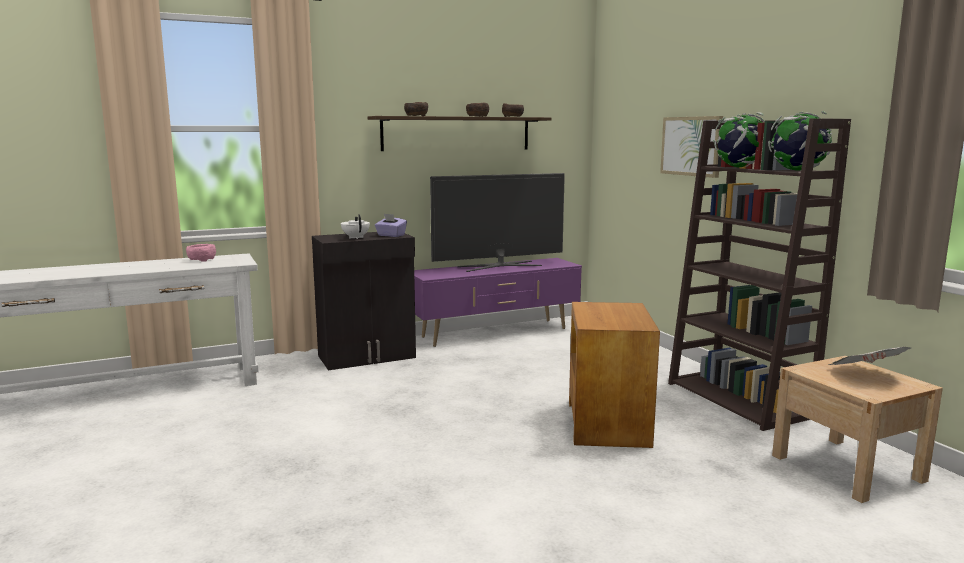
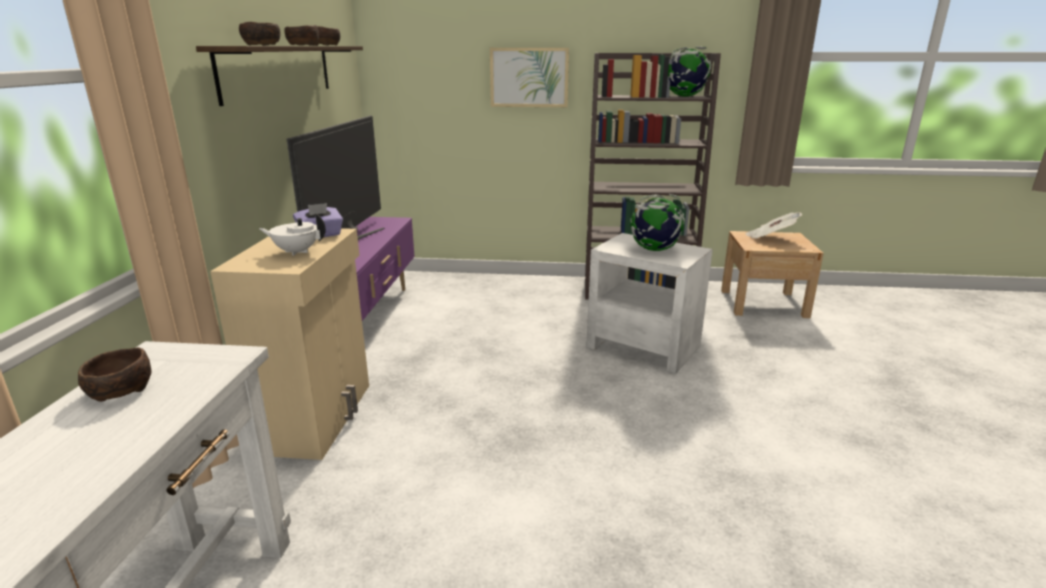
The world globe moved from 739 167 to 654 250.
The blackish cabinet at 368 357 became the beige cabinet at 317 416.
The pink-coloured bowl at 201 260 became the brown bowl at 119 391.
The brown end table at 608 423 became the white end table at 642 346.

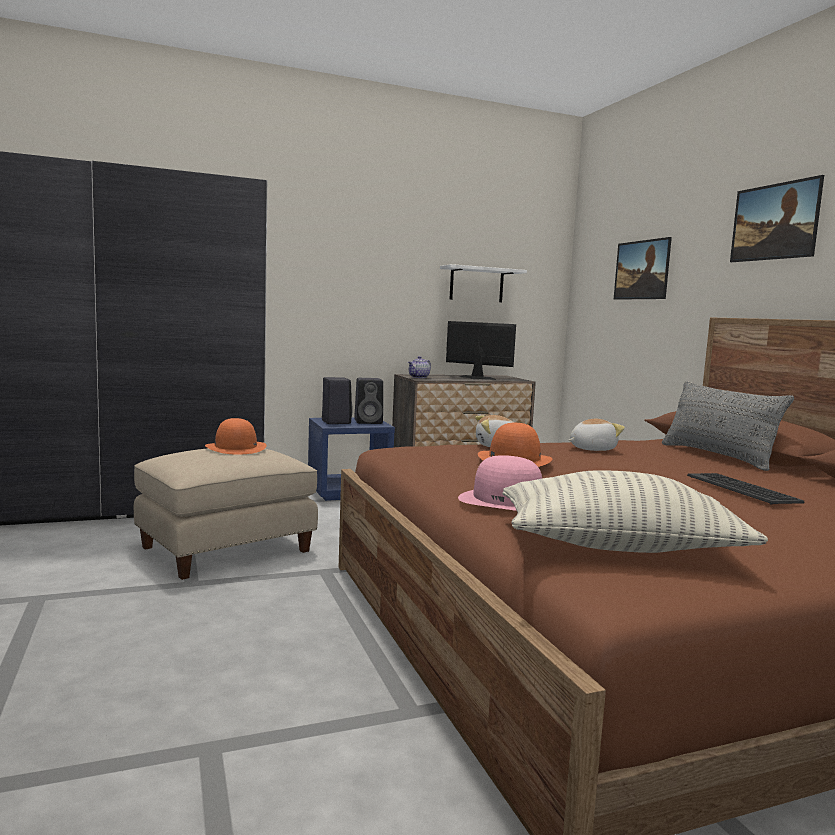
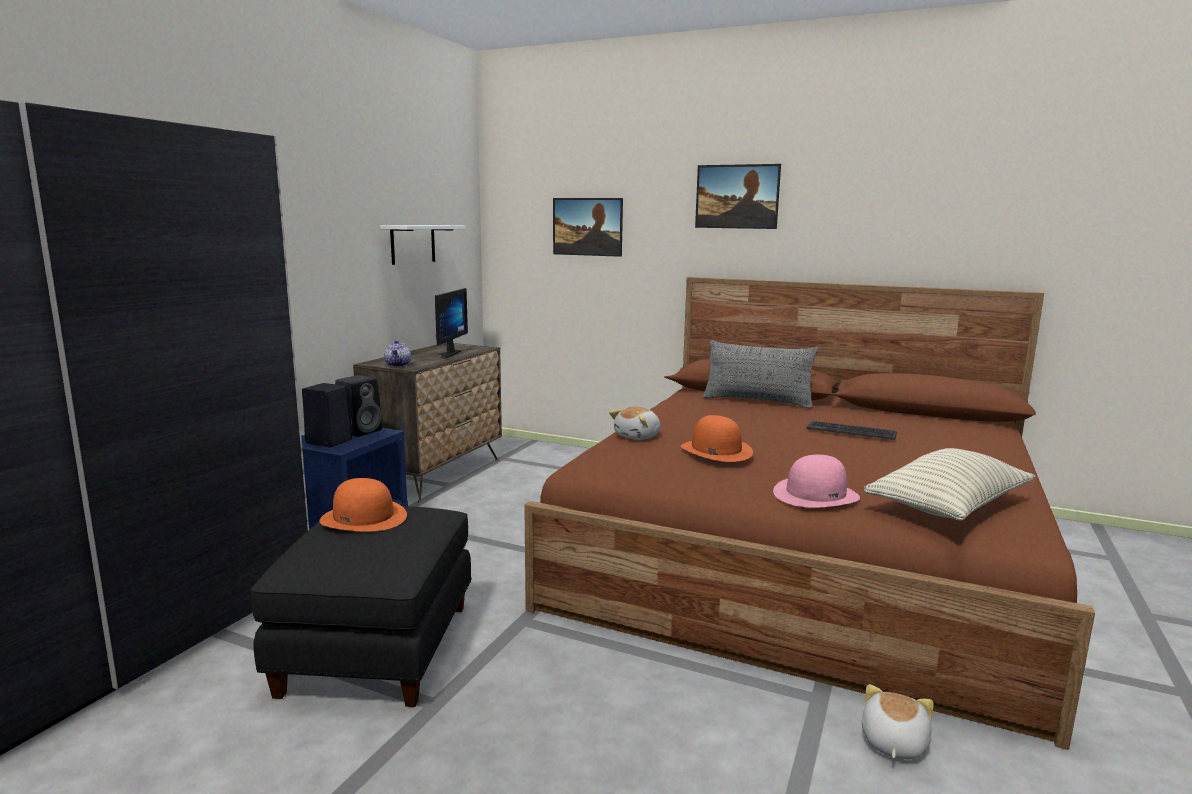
The computer screen at 475 378 turned 120 degrees clockwise.
The cuddly toy moved from 591 449 to 892 743.
The beige ottoman at 226 549 became the blackish ottoman at 376 647.

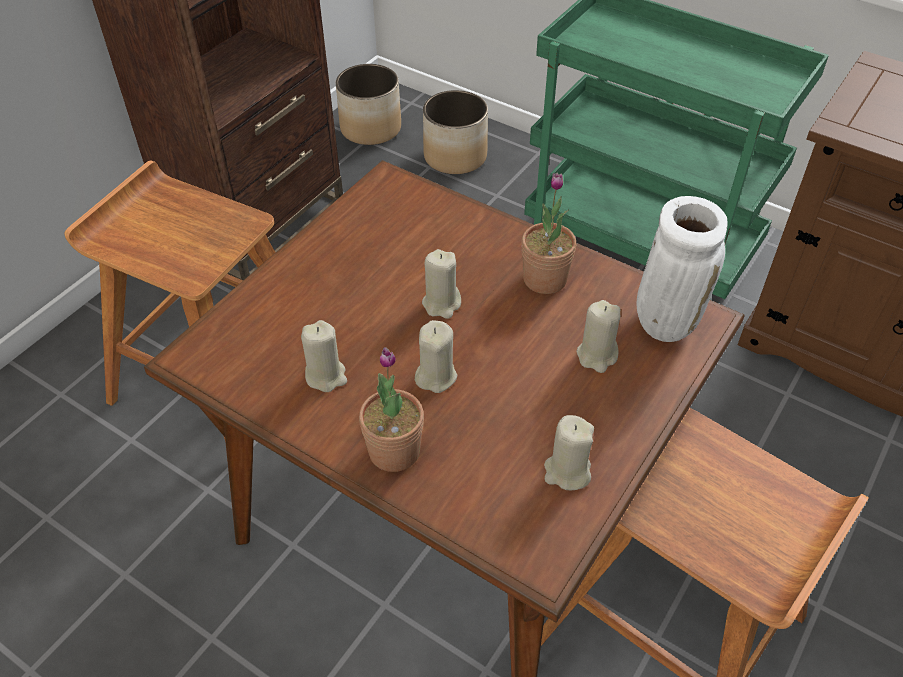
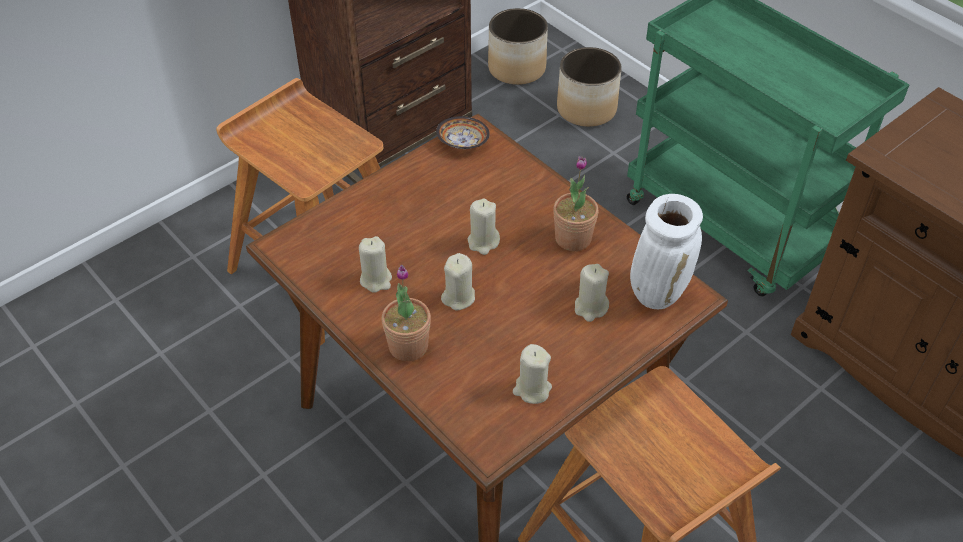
The bowl at 463 143 appeared.

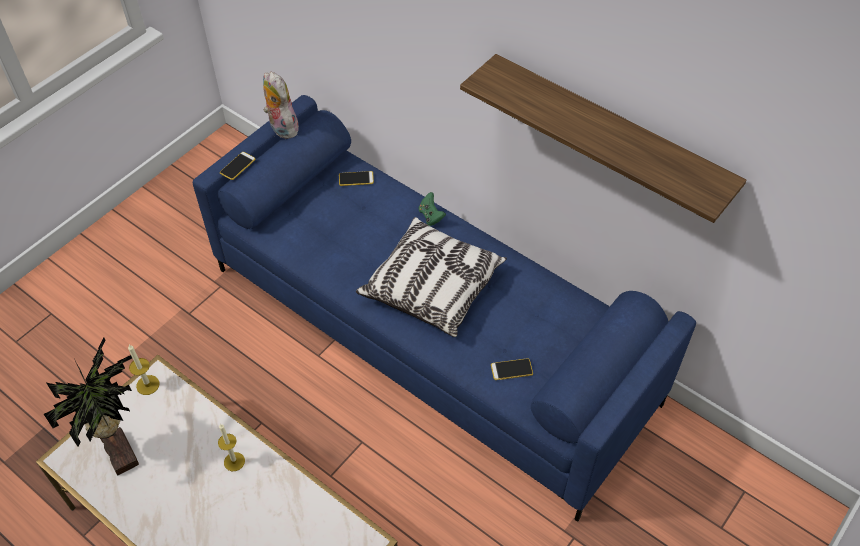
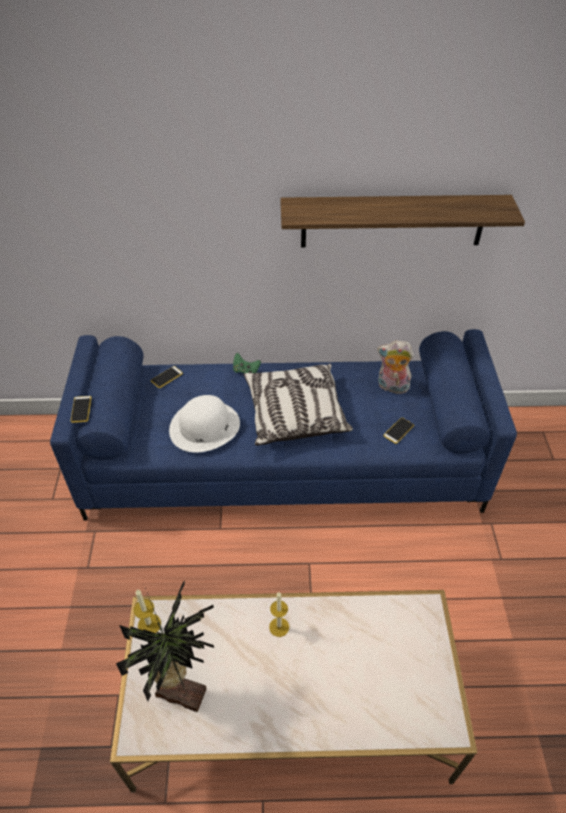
The cuddly toy moved from 281 128 to 391 387.
The white hat at 204 427 appeared.

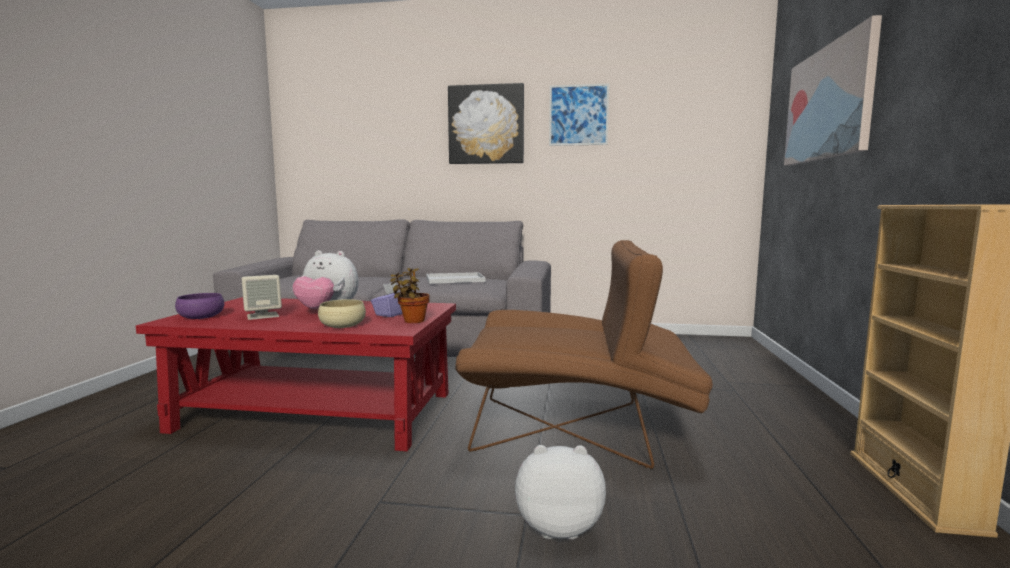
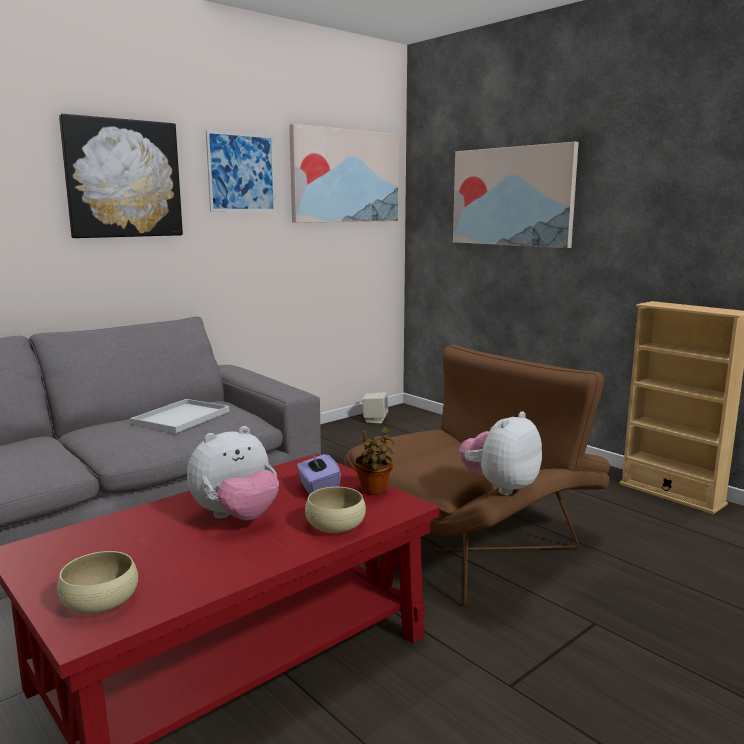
The beige audio speaker moved from 263 316 to 375 420.
The purple-coloured bowl at 201 316 became the beige bowl at 100 601.
The cuddly toy moved from 558 526 to 500 487.
The wall picture at 345 176 appeared.

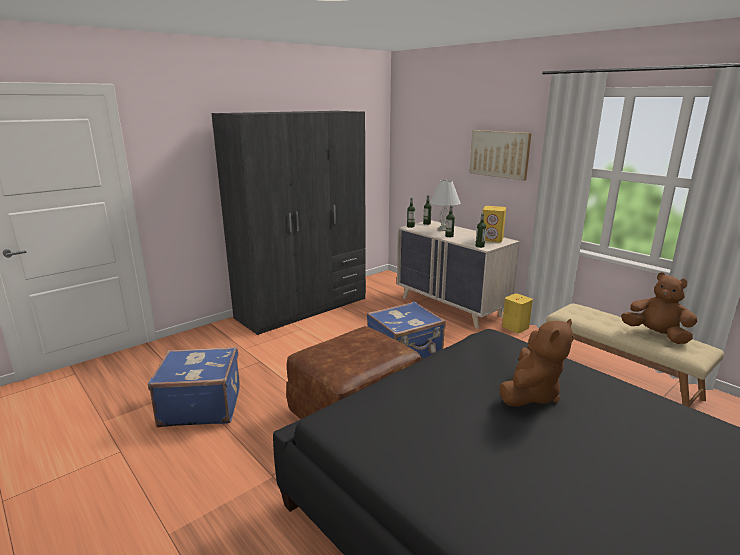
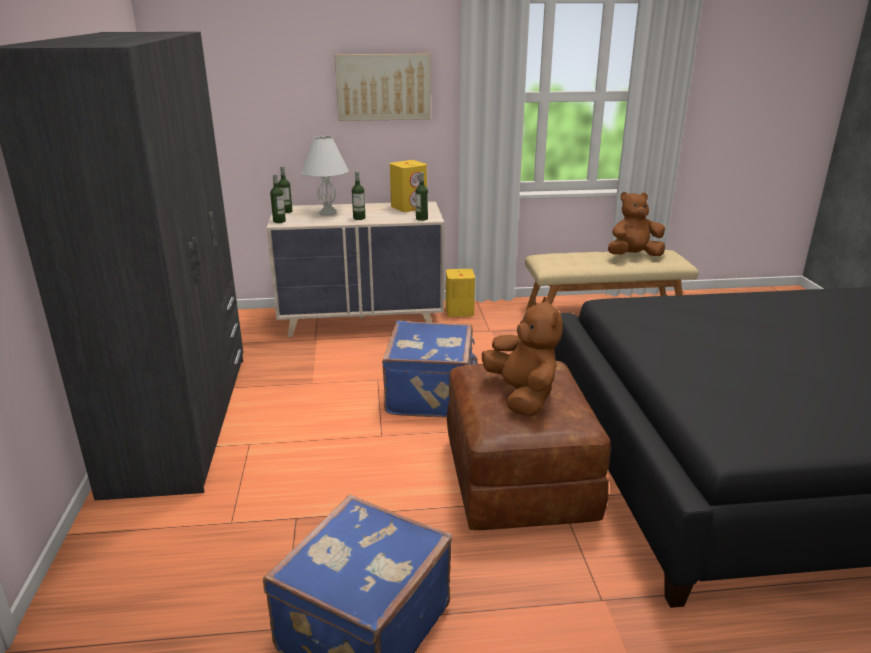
The brown cuddly toy moved from 531 394 to 522 396.

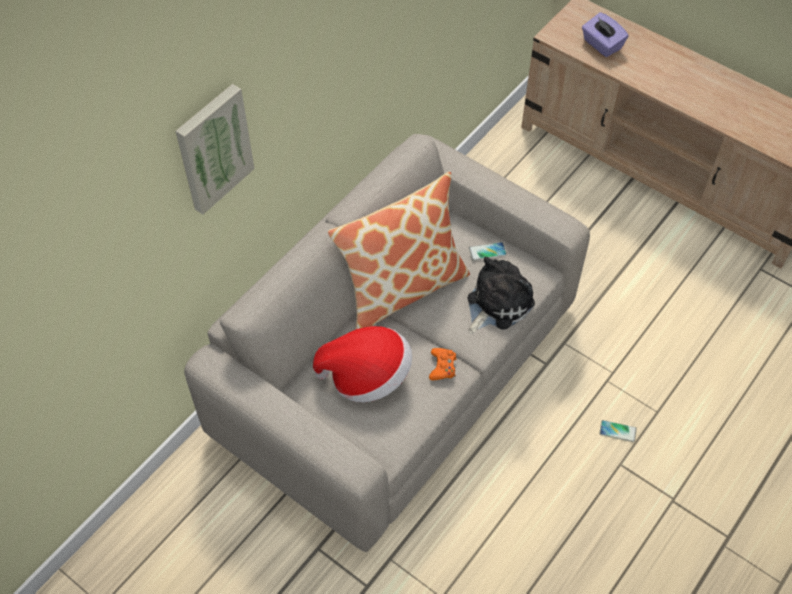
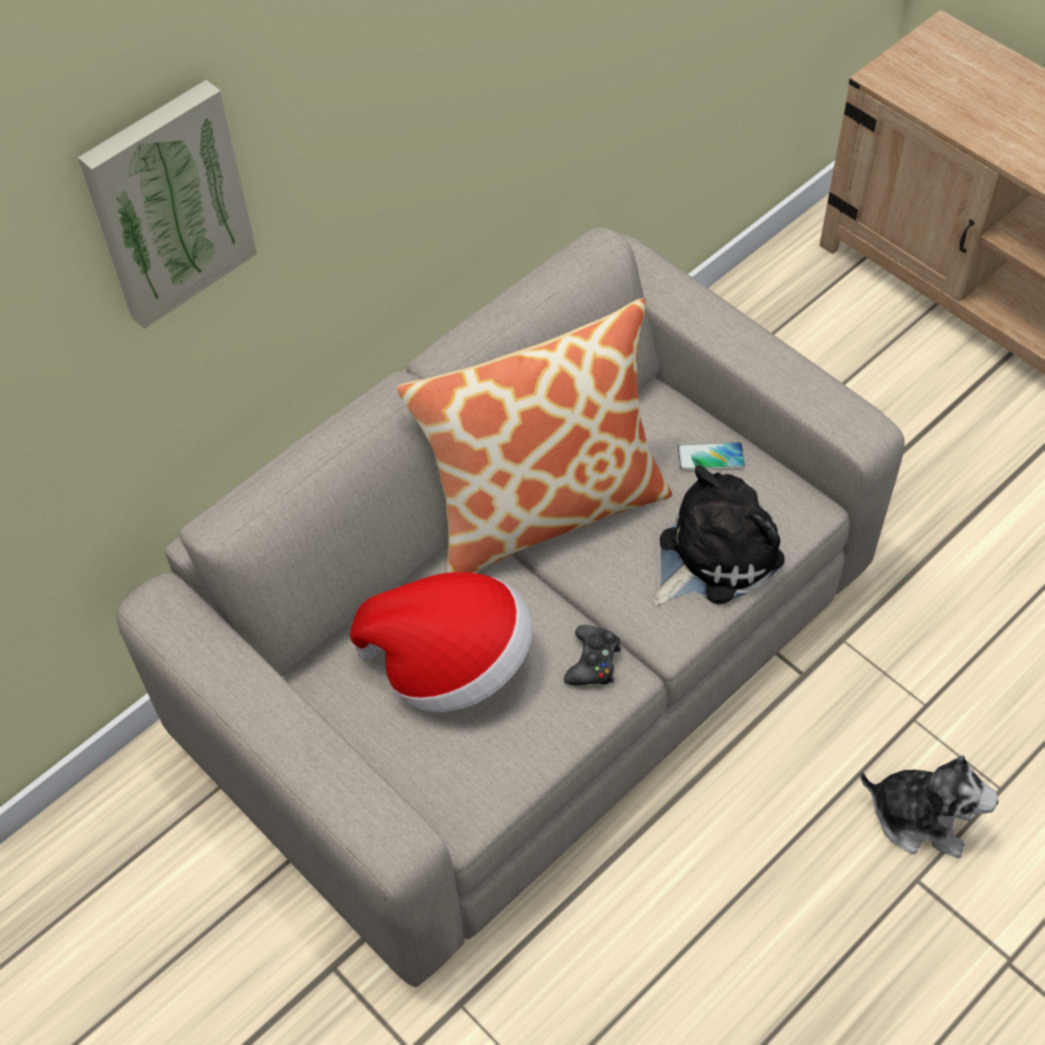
The purple-coloured box of tissues at 601 45 disappeared.
The orange-coloured gamepad at 442 367 became the blackish gamepad at 593 662.
The handset at 617 431 was replaced by the cuddly toy at 920 817.

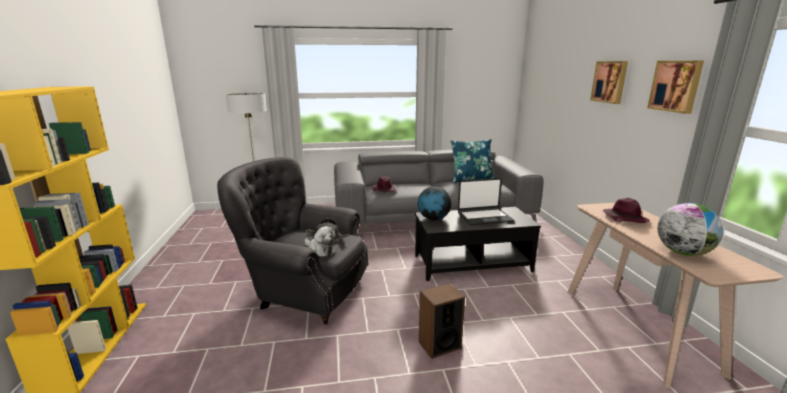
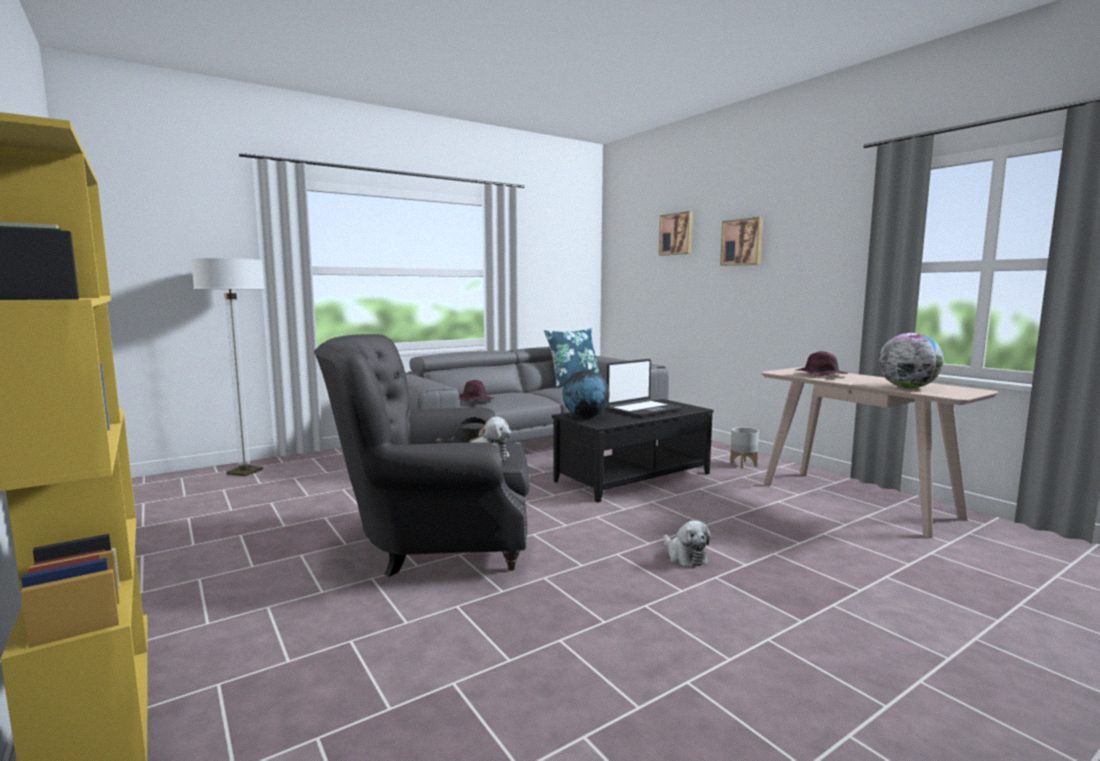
The wall picture moved from 676 86 to 677 234.
The audio speaker at 439 345 was replaced by the cuddly toy at 685 556.
The gray flower pot at 742 464 appeared.

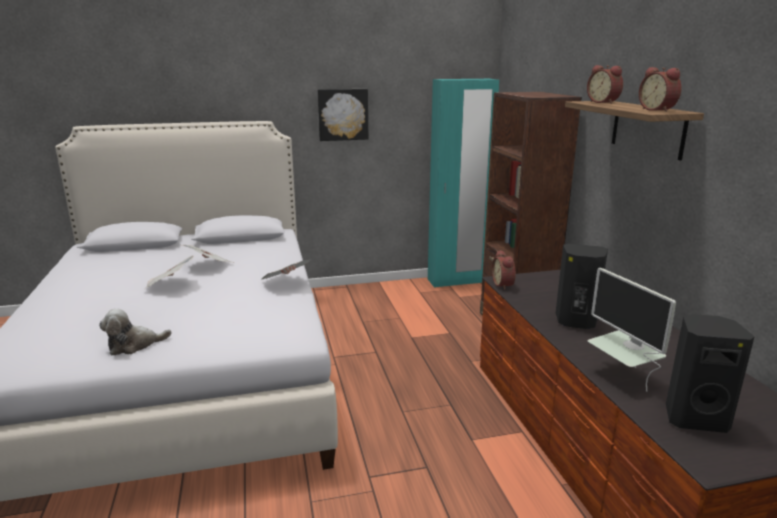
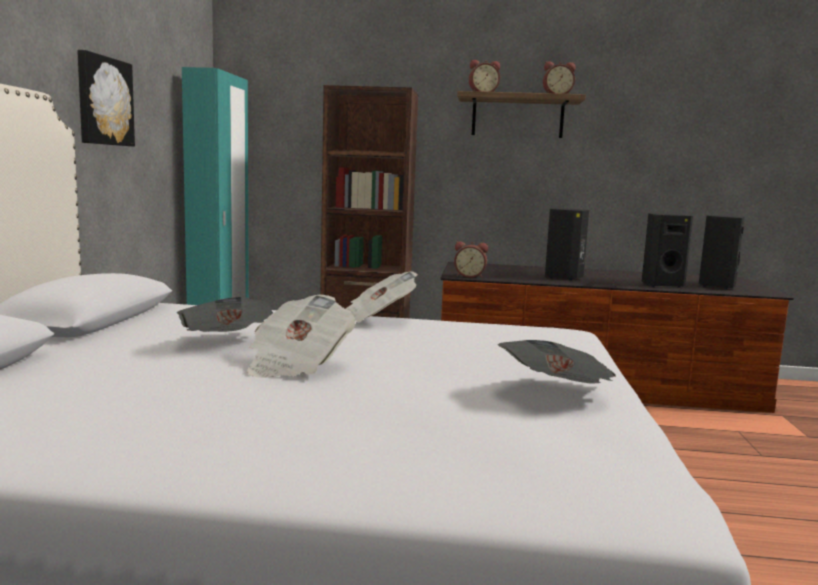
The computer screen at 623 376 was replaced by the blackish audio speaker at 661 285.
The cuddly toy at 134 345 was replaced by the newspaper at 557 394.

